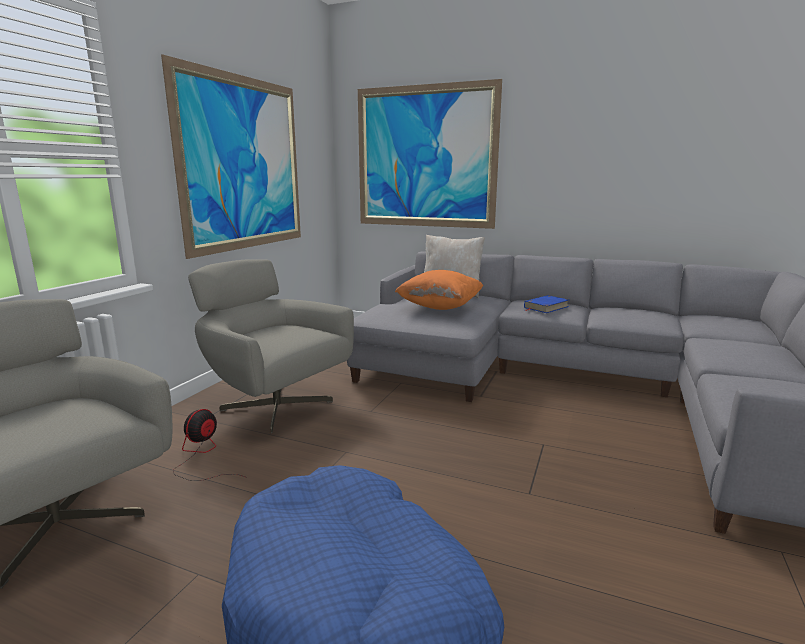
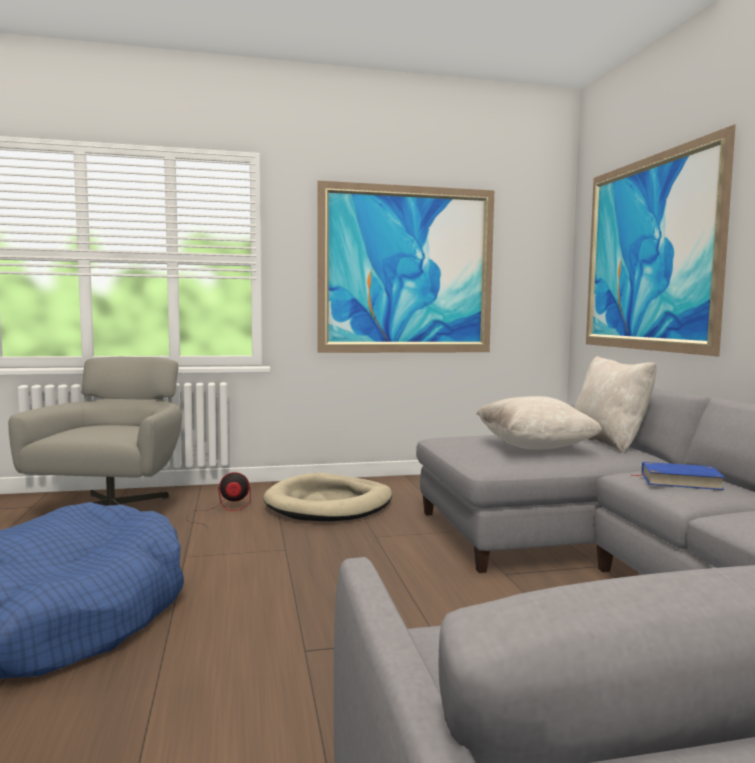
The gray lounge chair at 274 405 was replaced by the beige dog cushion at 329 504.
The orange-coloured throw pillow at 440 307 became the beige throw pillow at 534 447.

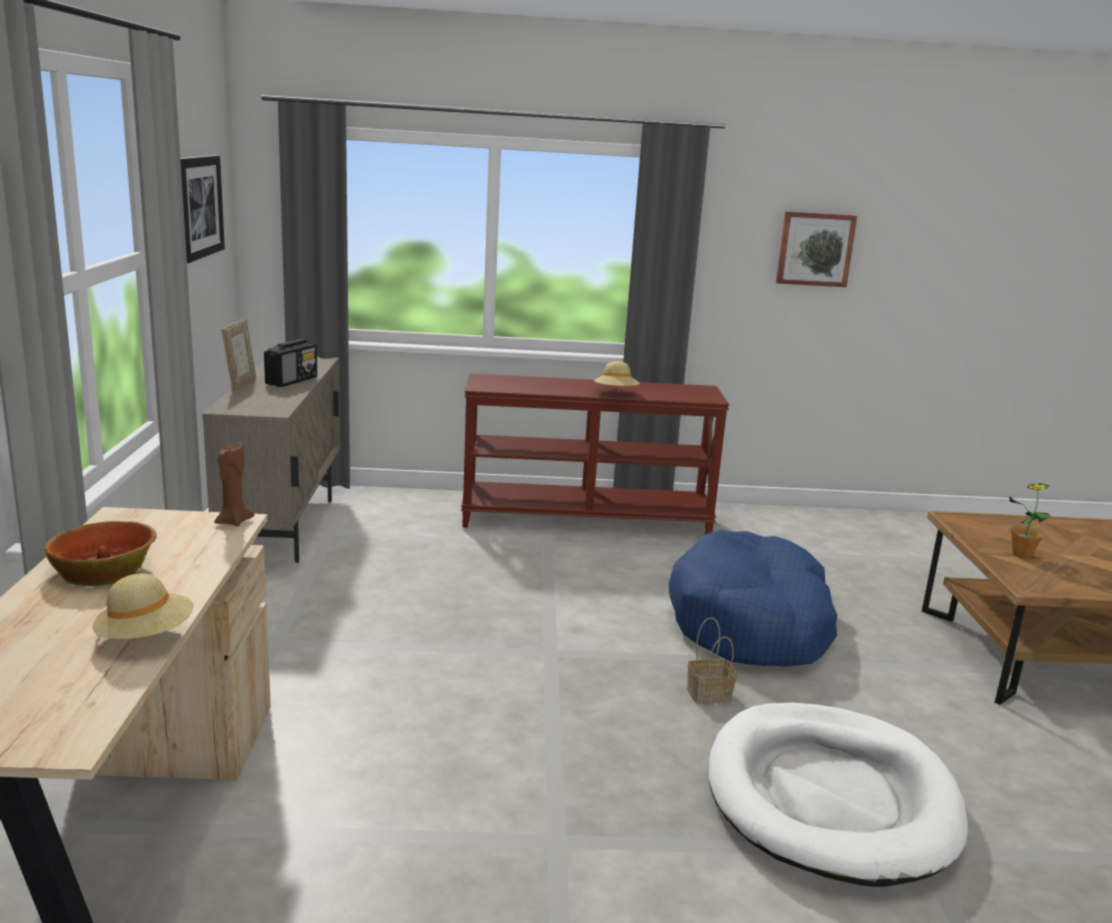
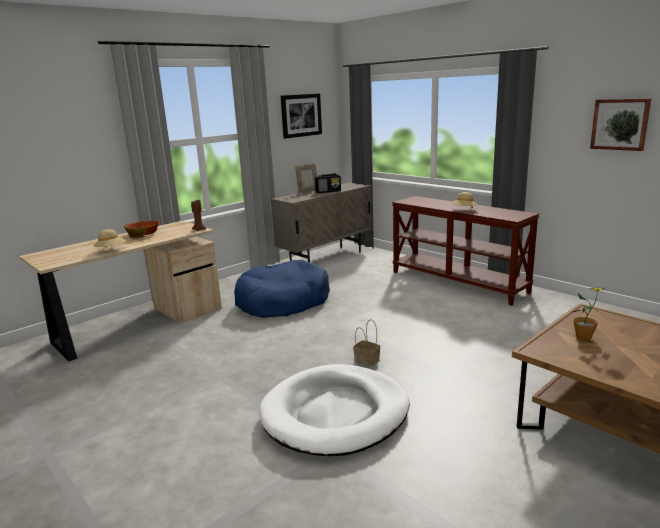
The blue-coloured dog cushion moved from 751 623 to 282 301.

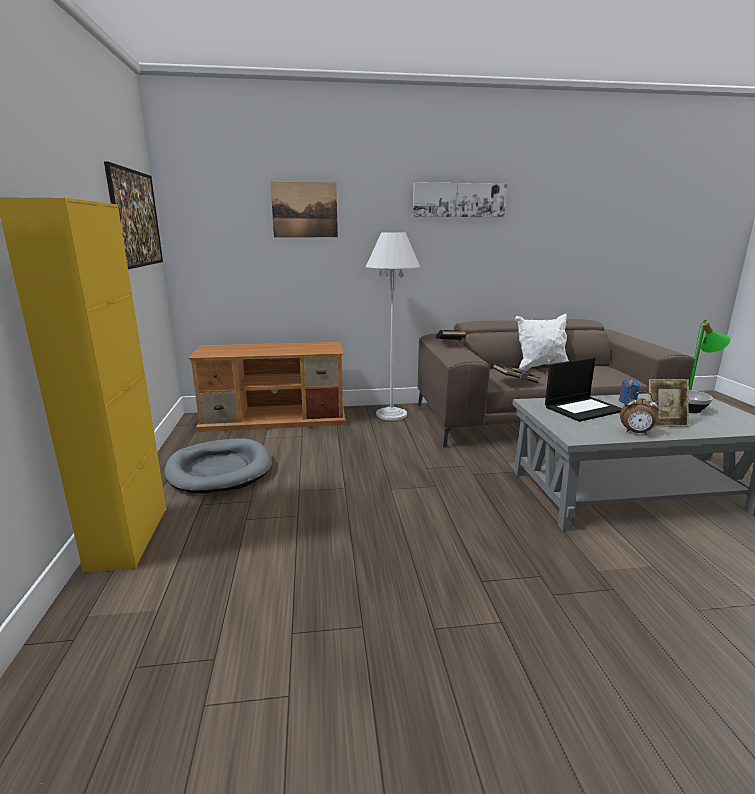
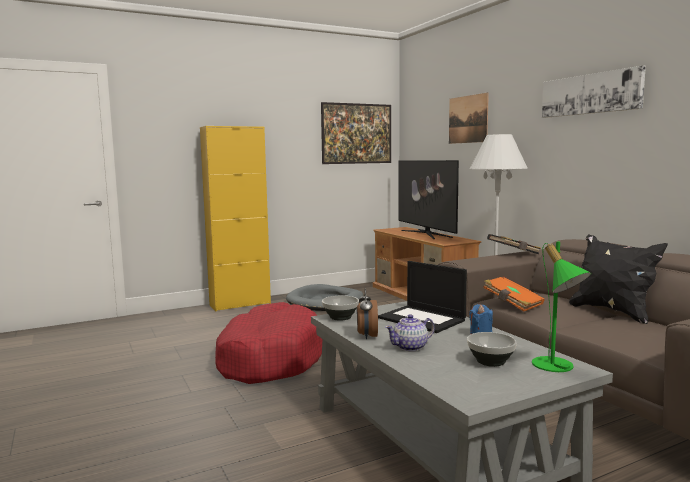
The white throw pillow at 540 367 became the blackish throw pillow at 612 312.
The blackish book at 514 381 became the orange-coloured book at 512 304.
The picture frame at 664 424 was replaced by the pot for tea at 410 347.
The television at 426 234 appeared.
The bowl at 340 317 appeared.
The reddish dog cushion at 269 358 appeared.

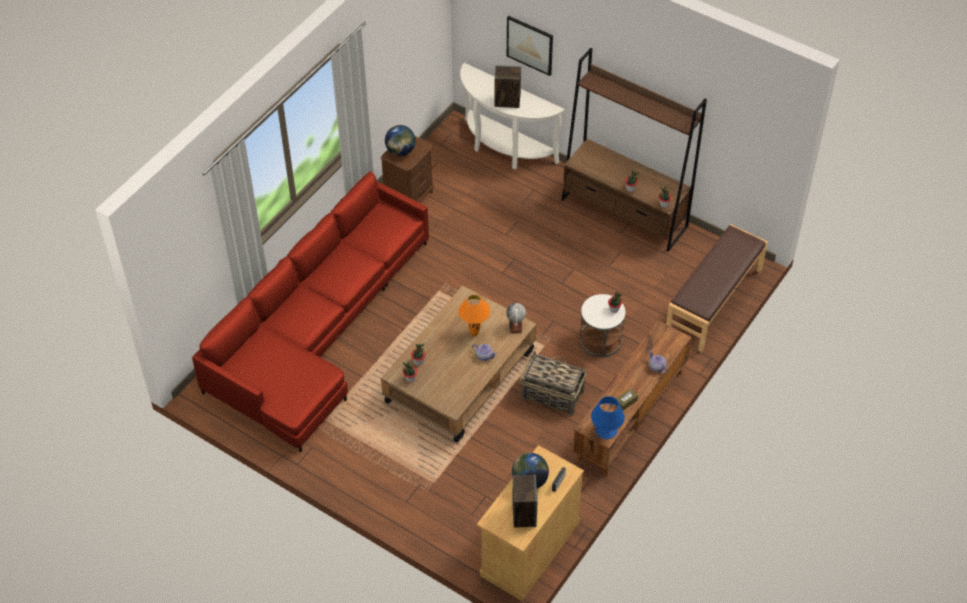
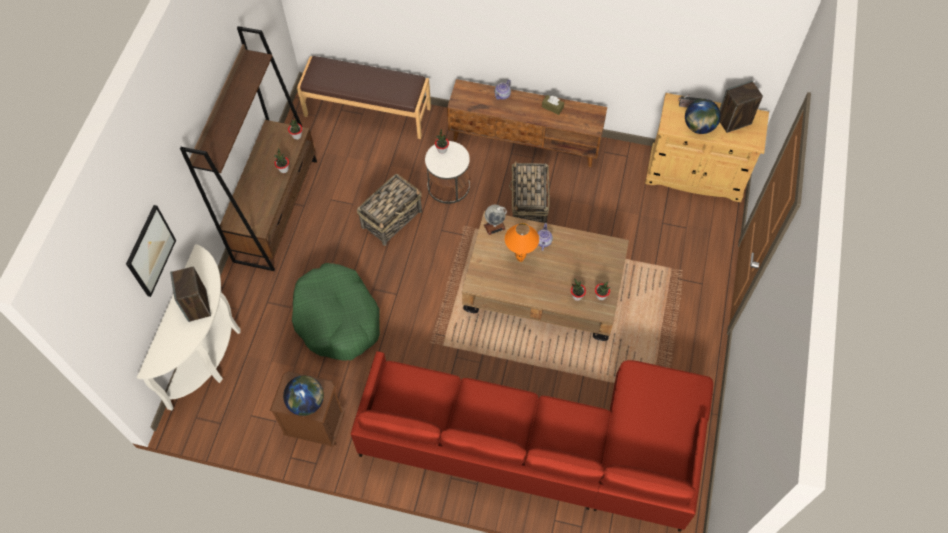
The blue-coloured tabletop lamp at 606 431 disappeared.
The basket at 392 218 appeared.
The greenish dog cushion at 337 318 appeared.

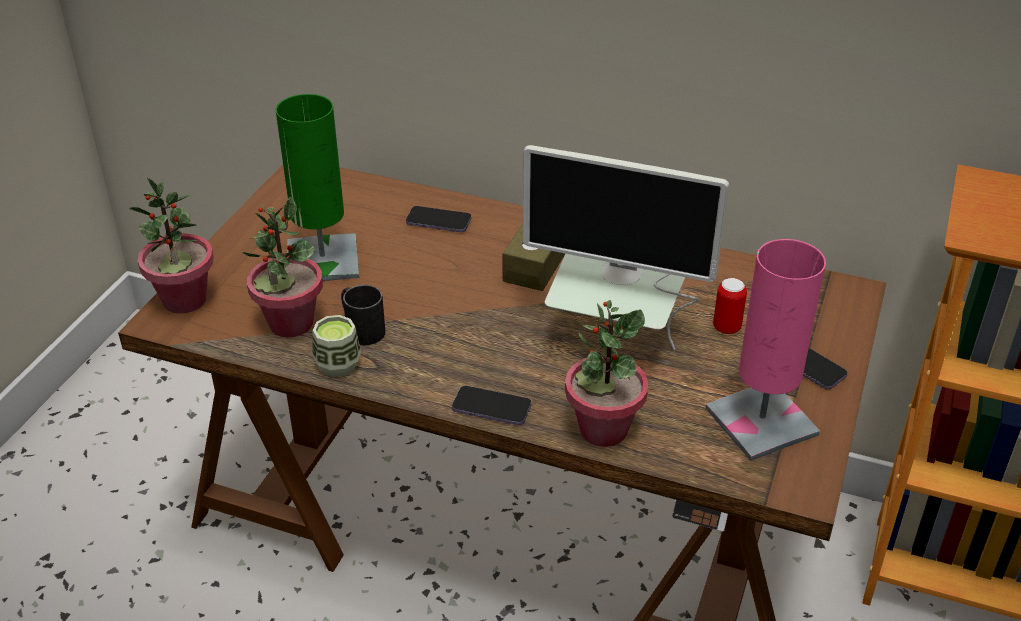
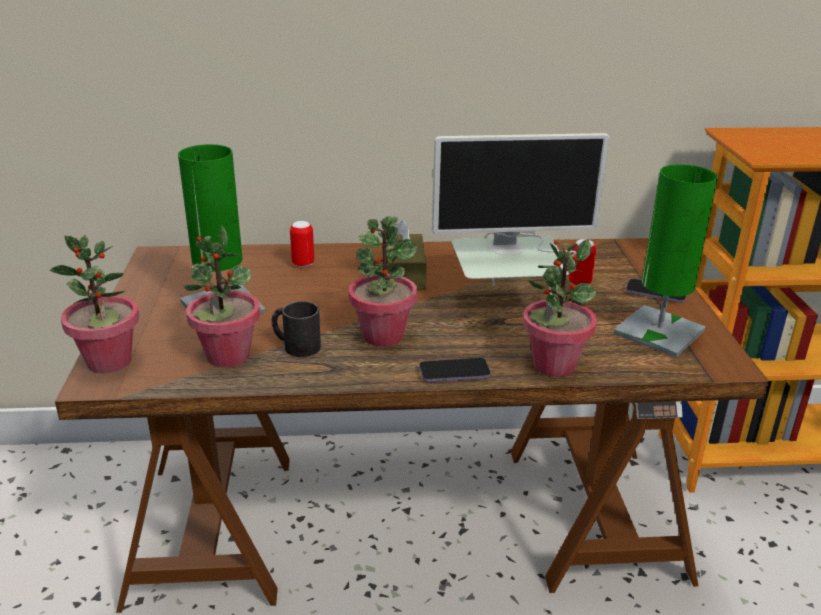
The handset at 438 221 was replaced by the sealed can at 303 264.
The pink-coloured tabletop lamp at 761 421 became the greenish tabletop lamp at 659 332.
The small cup at 338 365 disappeared.
The houseplant at 383 336 appeared.

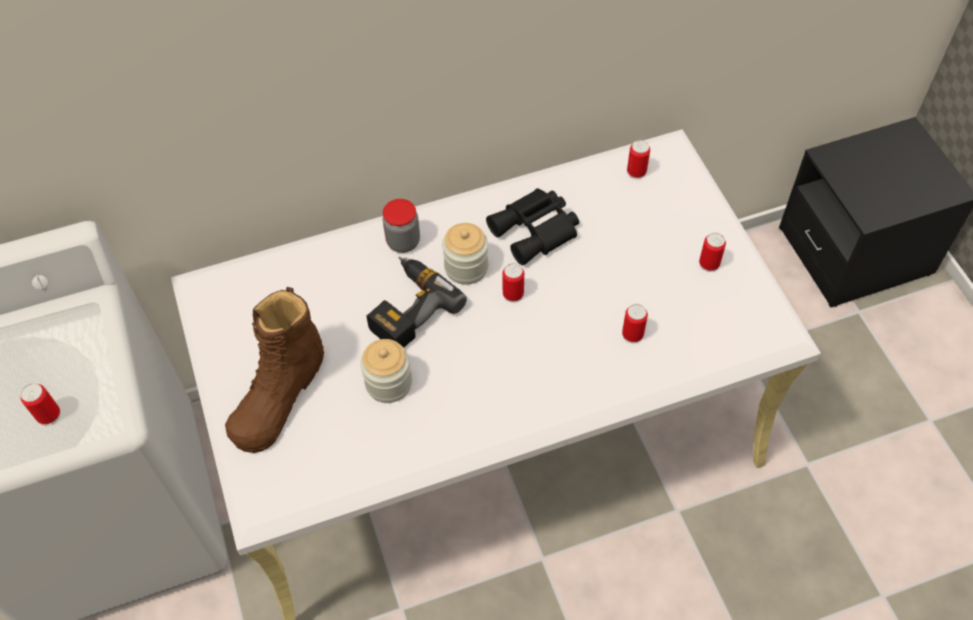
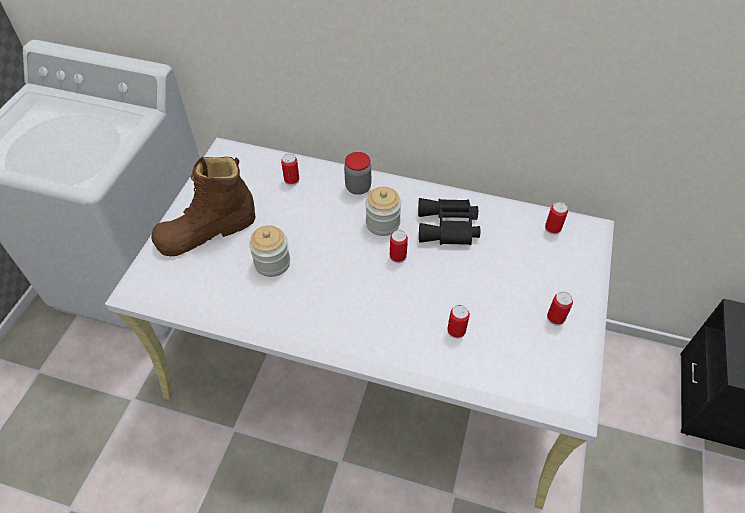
The drill at 407 308 disappeared.
The sealed can moved from 49 415 to 291 180.

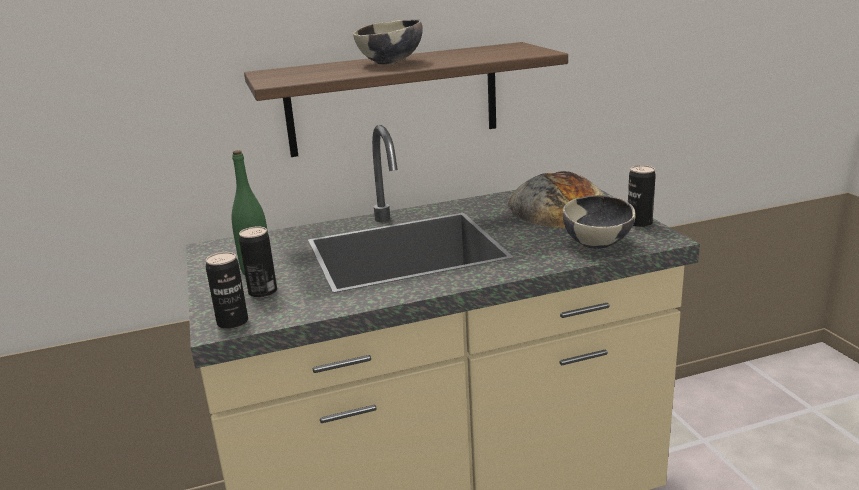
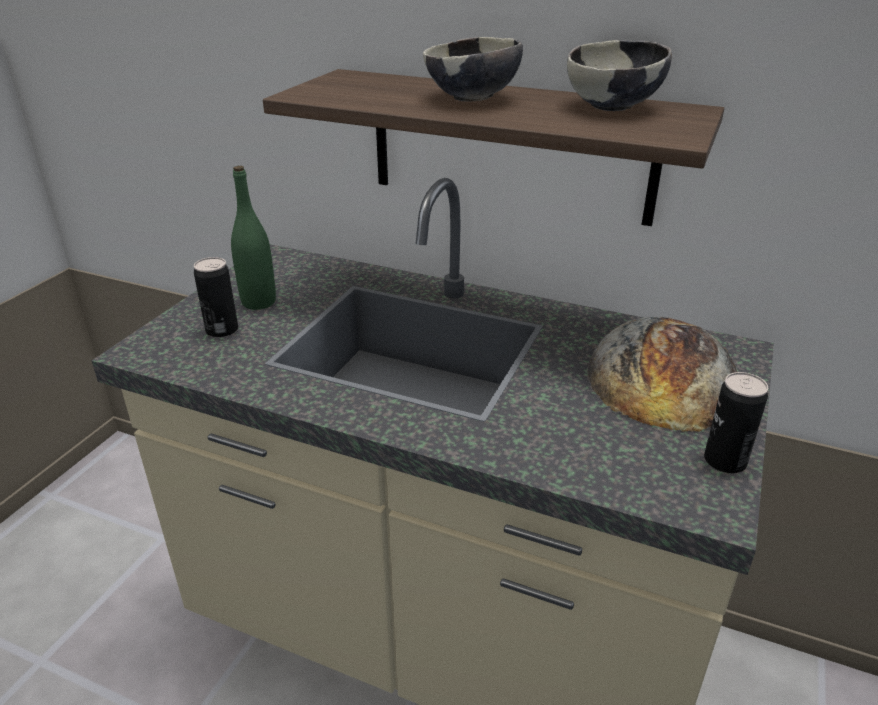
The bowl moved from 598 244 to 613 107.
The sealed can at 232 322 disappeared.

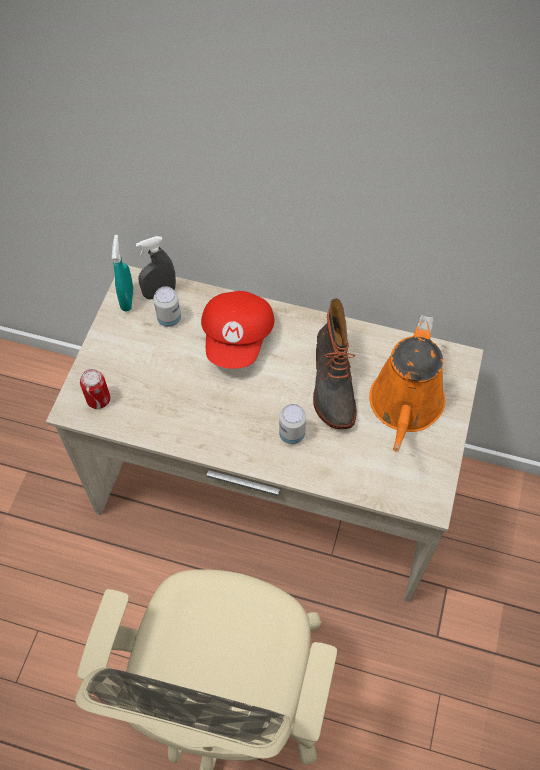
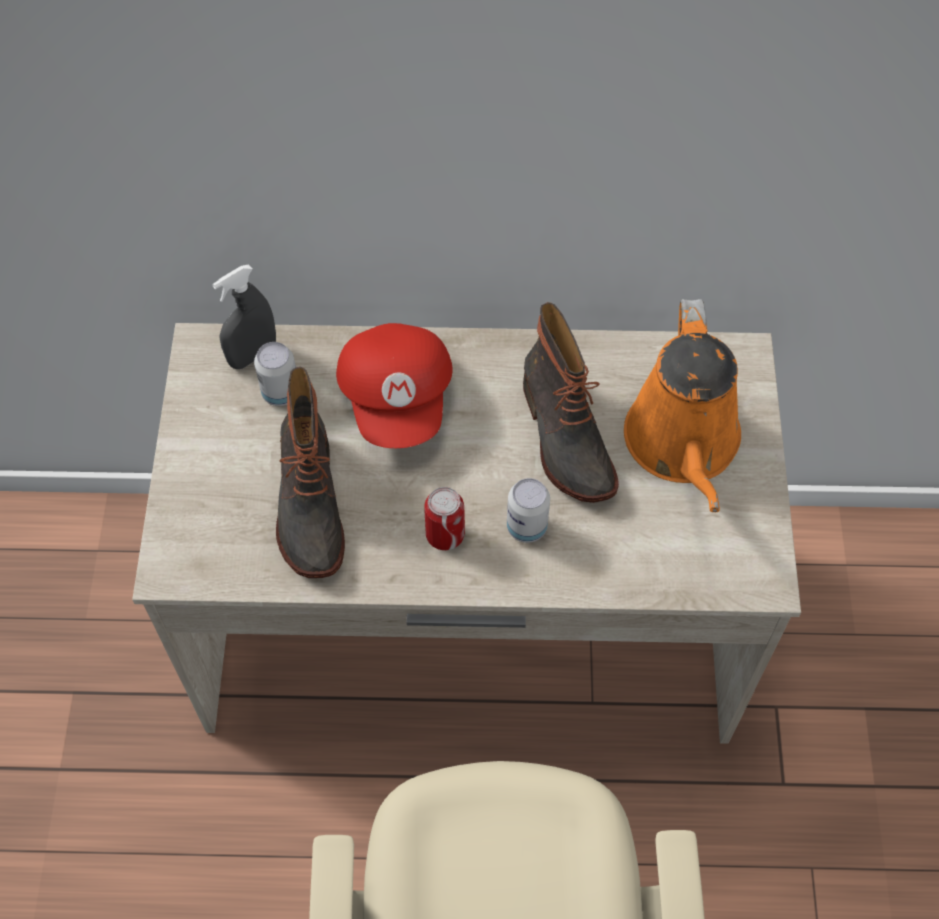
The turquoise sprayer at 127 299 disappeared.
The sealed can moved from 98 399 to 445 535.
The high-top boot at 308 505 appeared.

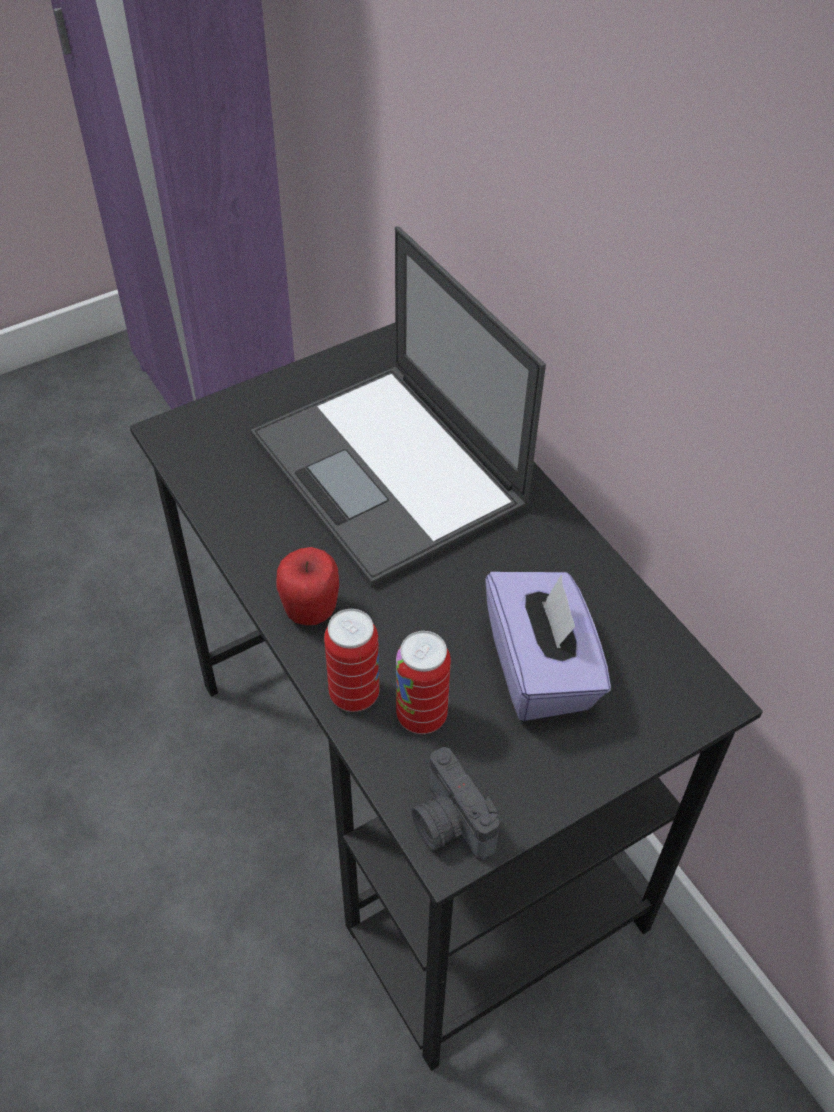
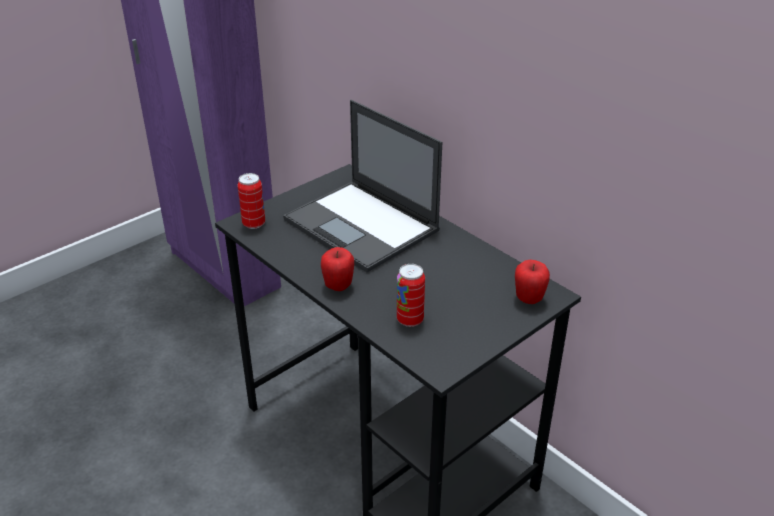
The purple-coloured box of tissues at 541 669 disappeared.
The sealed can moved from 354 694 to 254 224.
The photo camera at 448 824 disappeared.
The apple at 529 299 appeared.

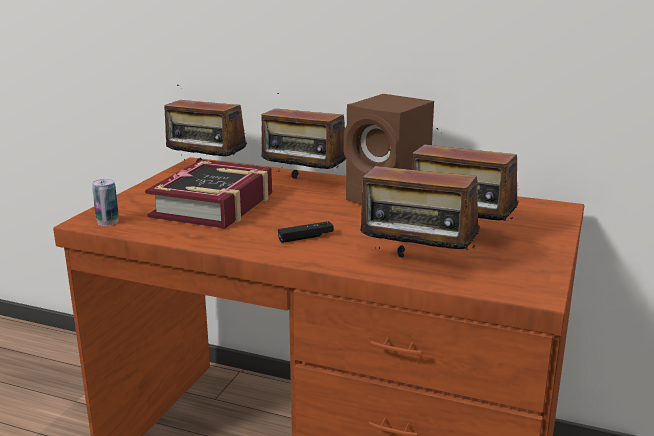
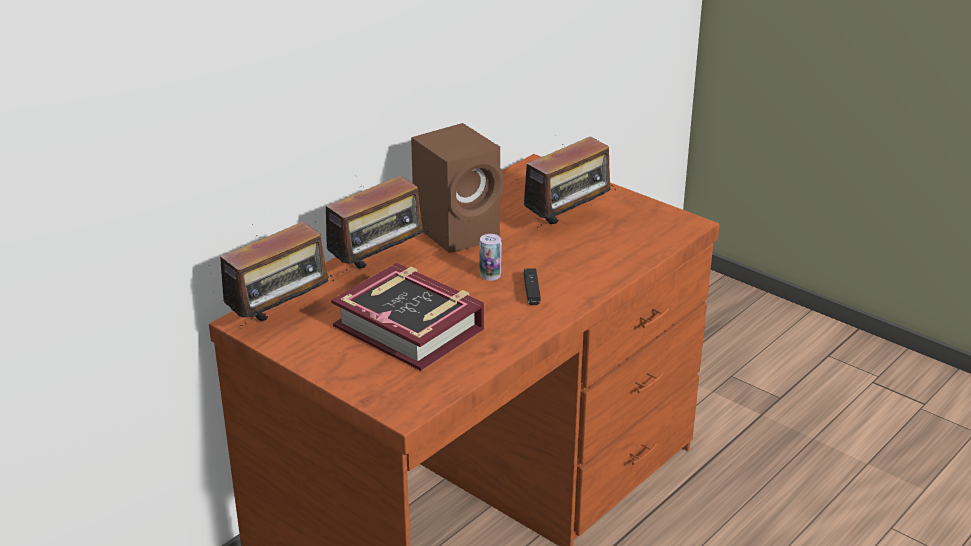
The radio receiver at 416 264 disappeared.
The sealed can moved from 107 221 to 490 275.

